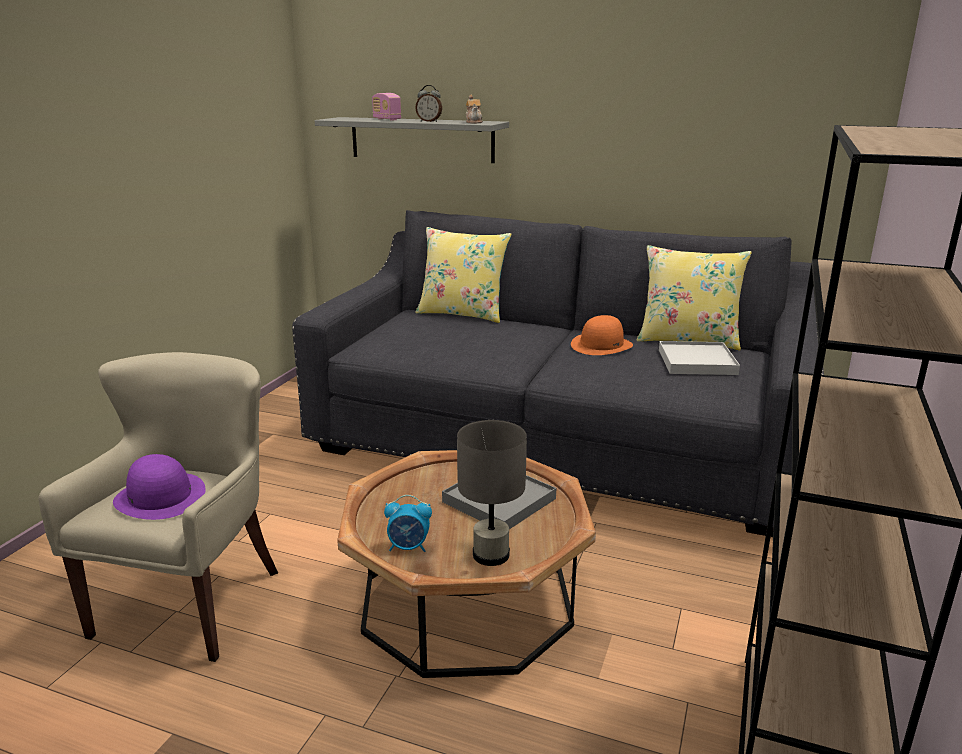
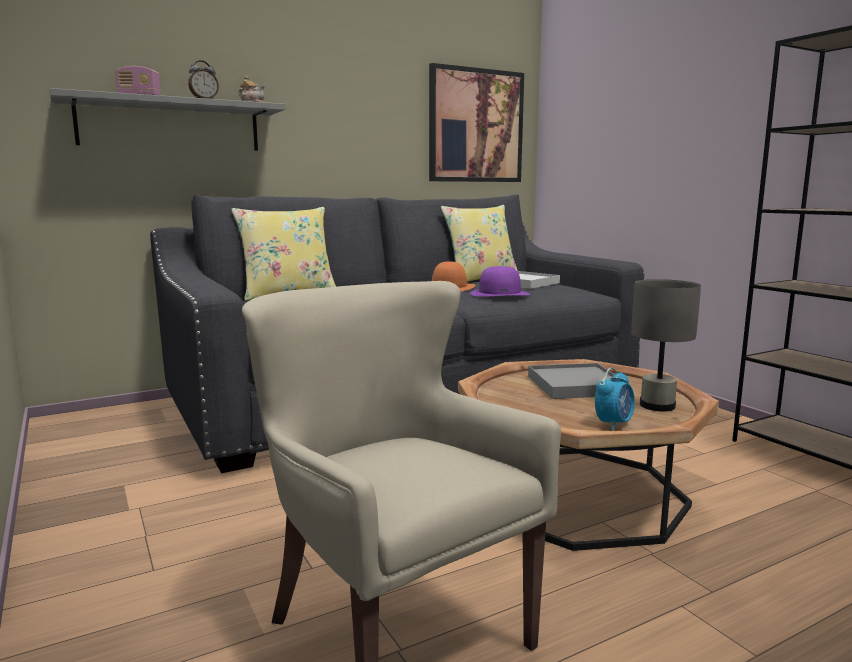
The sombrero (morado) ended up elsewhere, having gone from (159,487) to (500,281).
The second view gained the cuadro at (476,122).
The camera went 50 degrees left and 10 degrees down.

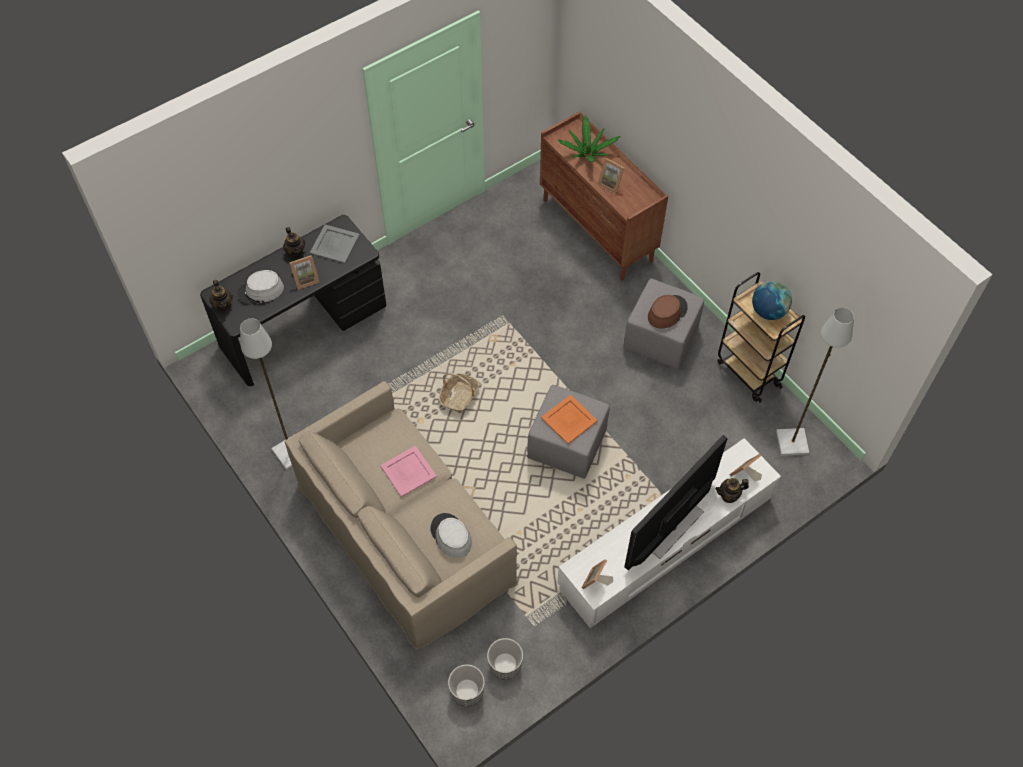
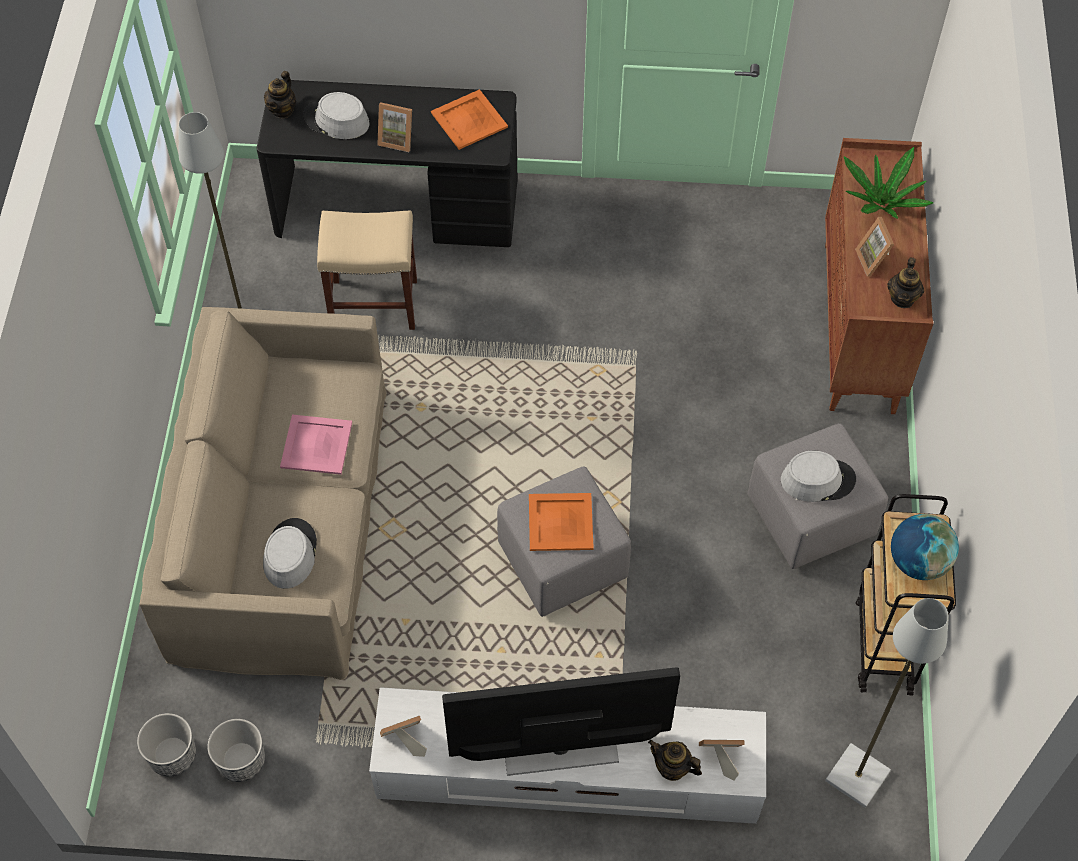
The tetera ended up elsewhere, having gone from (294,242) to (905,282).
What was the bandeja (gris) at (335,244) turned into the bandeja (naranja) at (469,119).
The second view lost the cesta at (459,393).
What was the sombrero (marrón) at (668,312) turned into the sombrero (gris) at (818,476).
The second view gained the taburete (beis) at (367,270).
The camera went 40 degrees right and 0 degrees up.

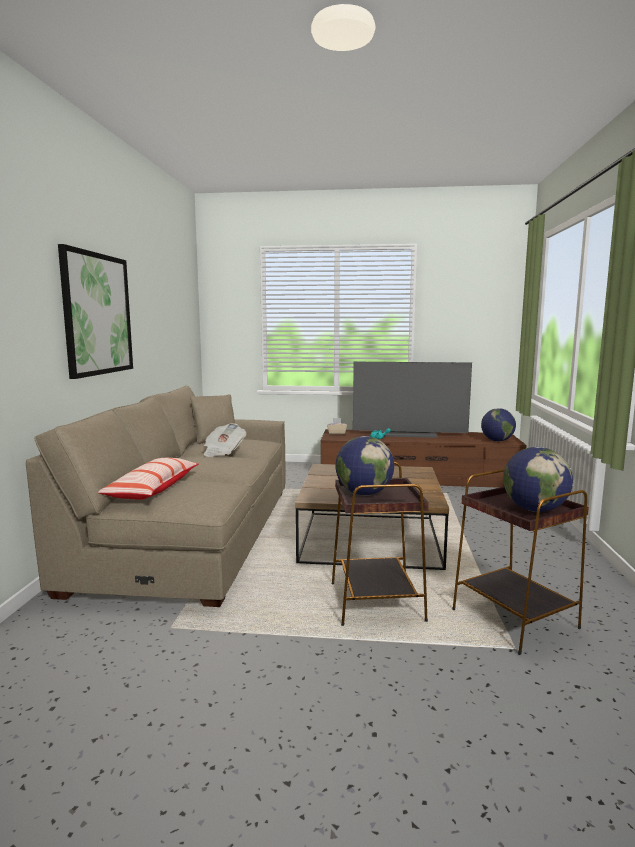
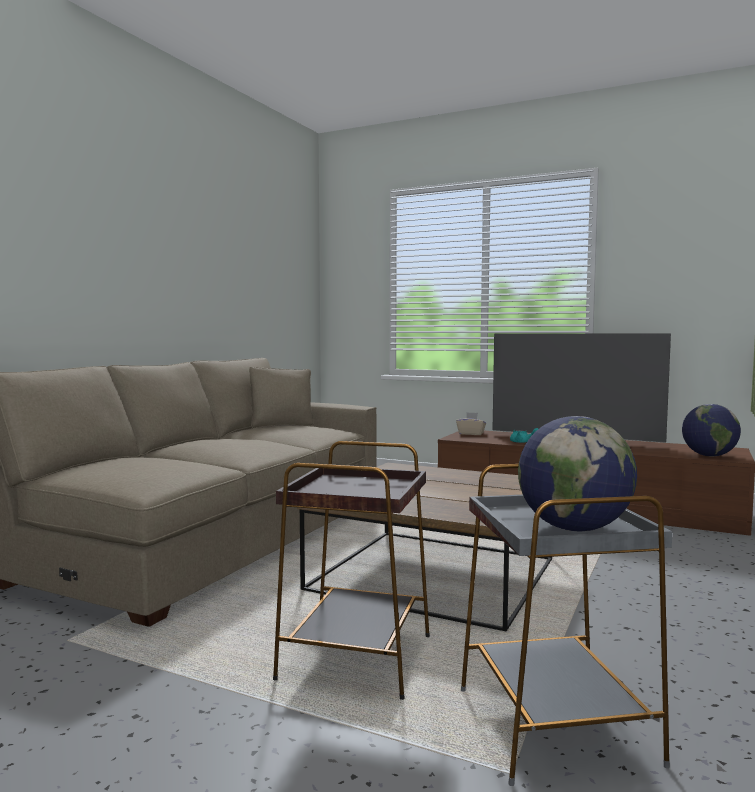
The second view lost the cuadro at (95,311).
The second view lost the cojín at (148,479).
The second view lost the periódico at (225,440).
The second view lost the globo terráqueo at (364,465).
What was the mesa auxiliar (marrón) at (520,562) turned into the mesa auxiliar (gris) at (566,625).
The camera went 20 degrees right and 5 degrees down.

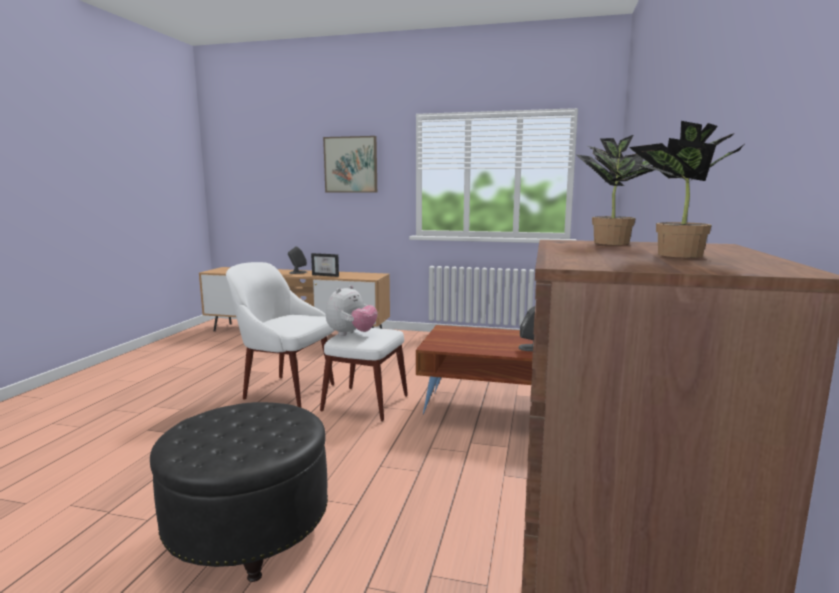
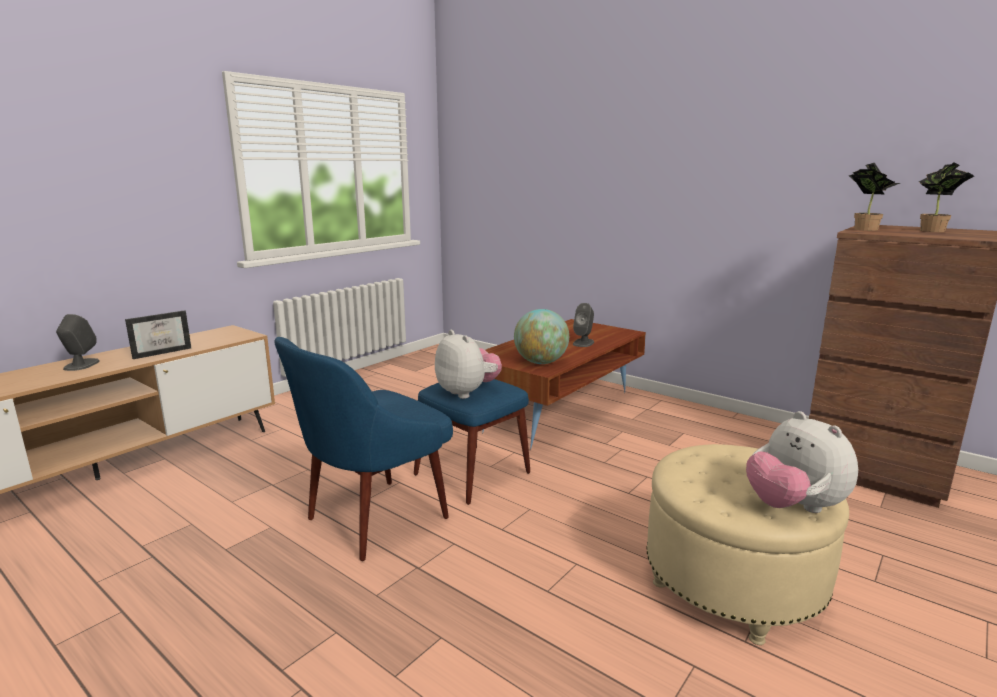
What was the puf (negro) at (239,492) turned into the puf (beis) at (747,544).
What was the sillón (blanco) at (317,342) turned into the sillón (azul) at (402,449).
The second view lost the cuadro at (350,164).
The second view gained the globo terráqueo at (541,336).
The second view gained the peluche at (802,462).
The camera went 65 degrees left and 5 degrees up.

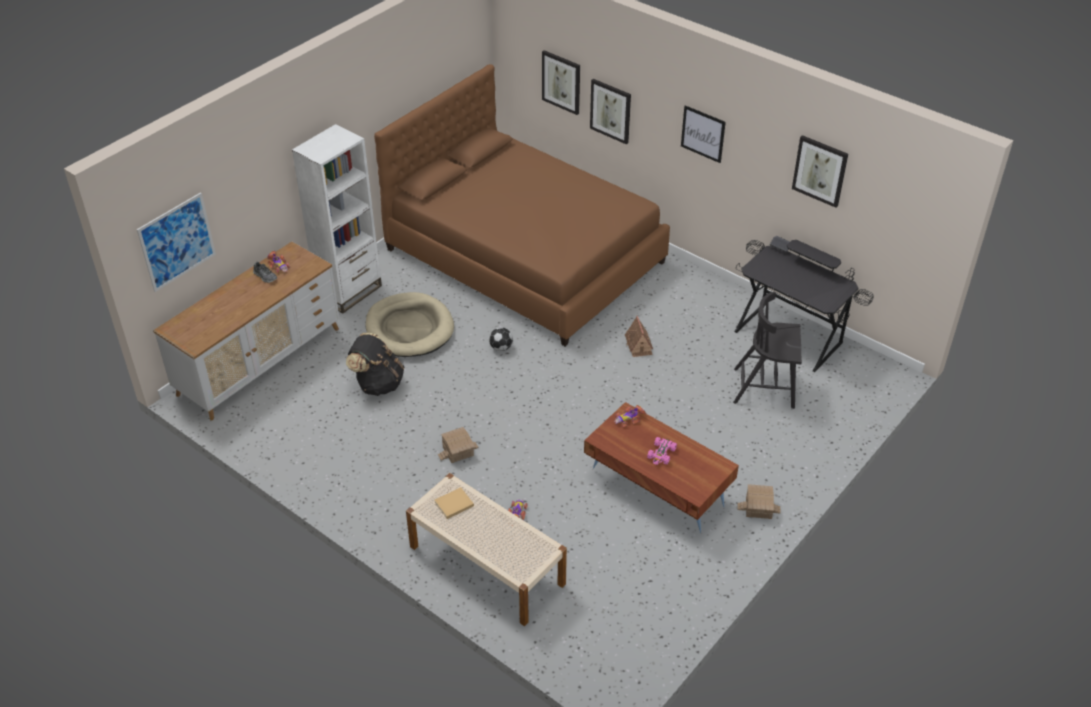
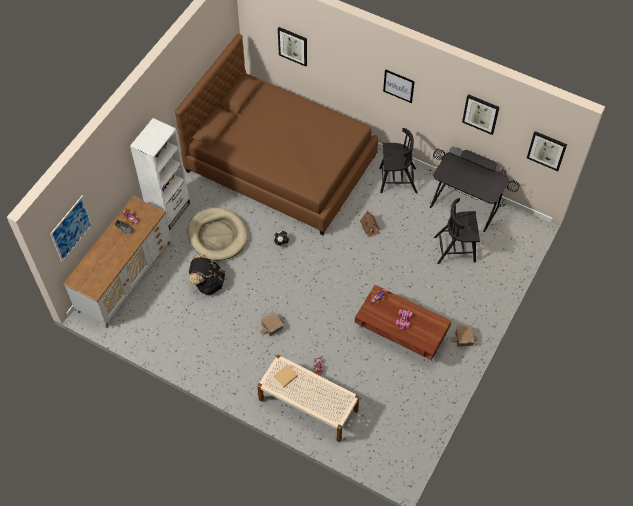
The cuadro ended up elsewhere, having gone from (610,111) to (547,151).
The second view gained the silla (negro) at (398,160).
The camera went 10 degrees left and 15 degrees up.

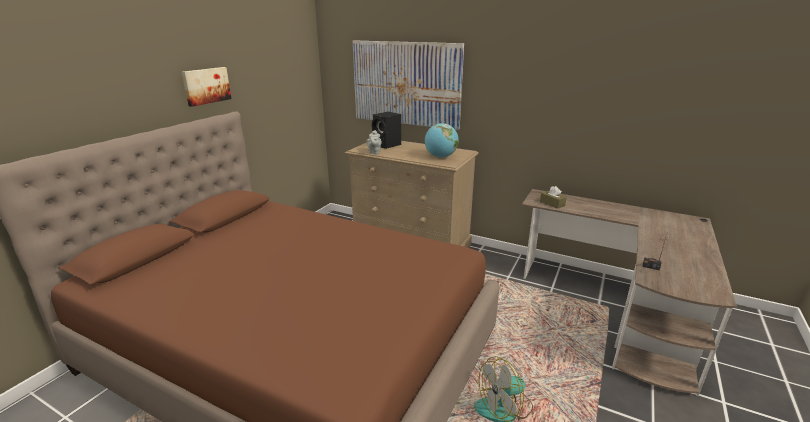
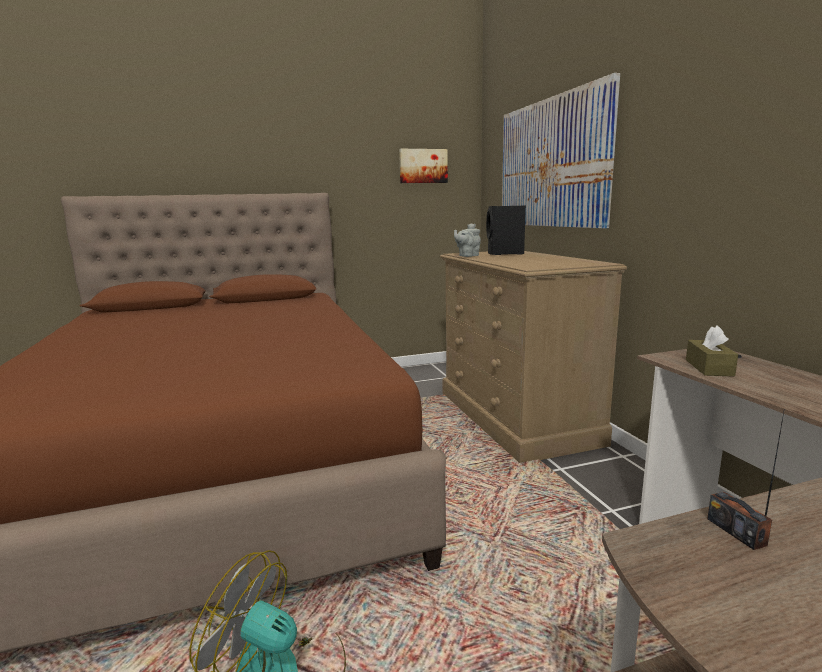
The cuadro ended up elsewhere, having gone from (207,87) to (423,166).
The second view lost the globo terráqueo at (442,140).
The camera went 45 degrees right and 10 degrees down.

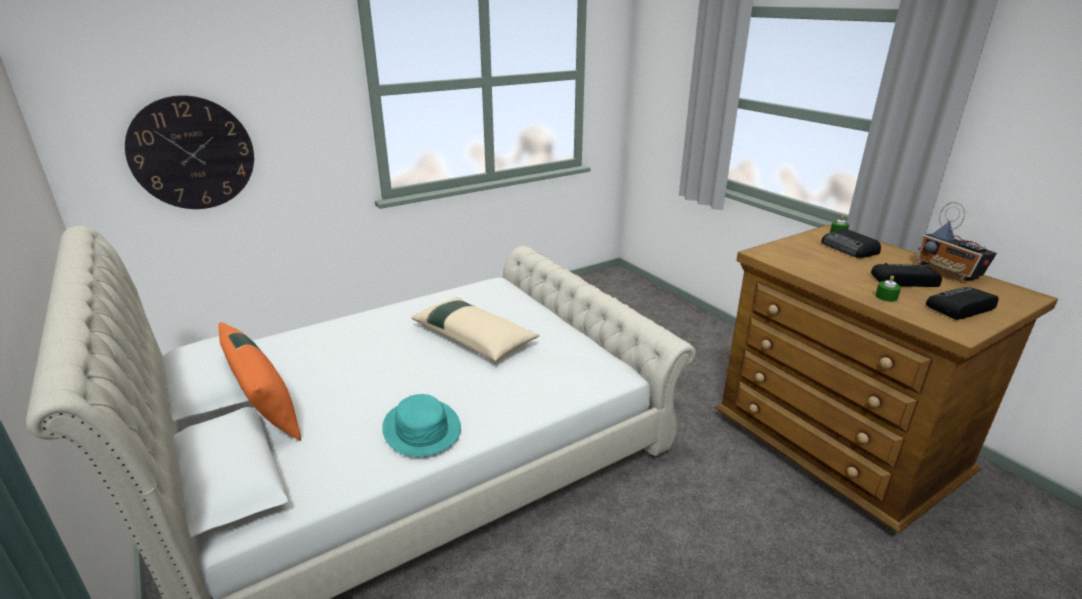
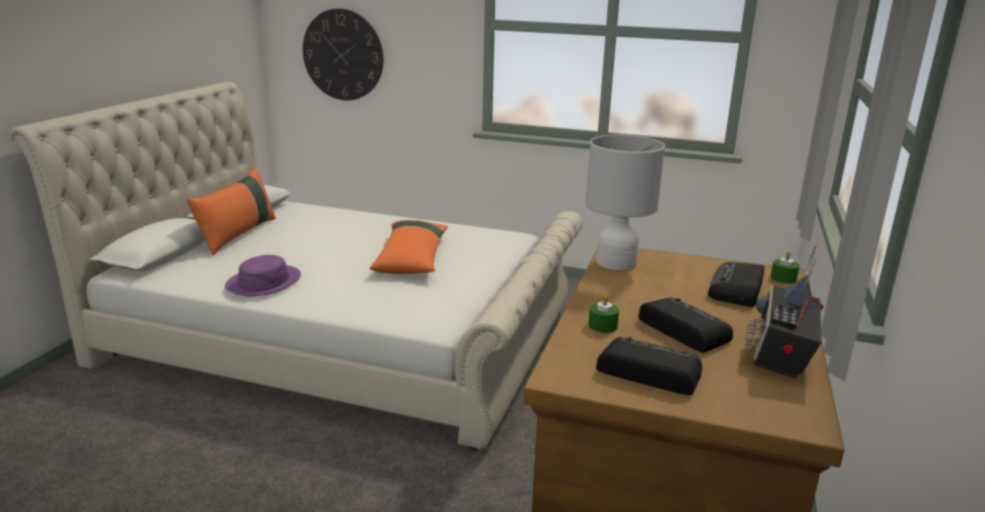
What was the sombrero (turquesa) at (421,425) turned into the sombrero (morado) at (263,276).
What was the cojín (beis) at (475,329) turned into the cojín (naranja) at (409,247).
The second view gained the lámpara de mesa (gris) at (625,202).
The camera went 50 degrees right and 5 degrees down.

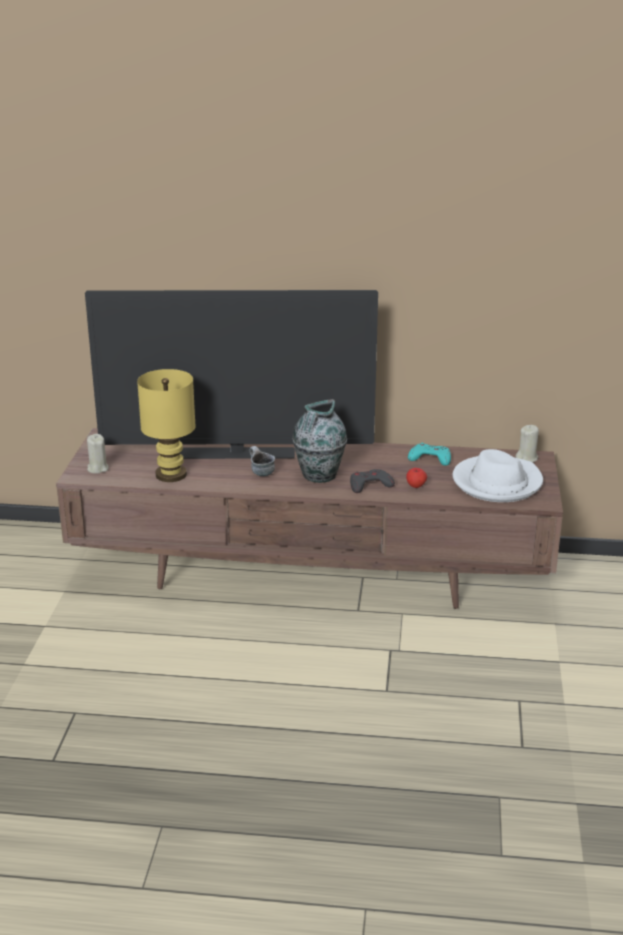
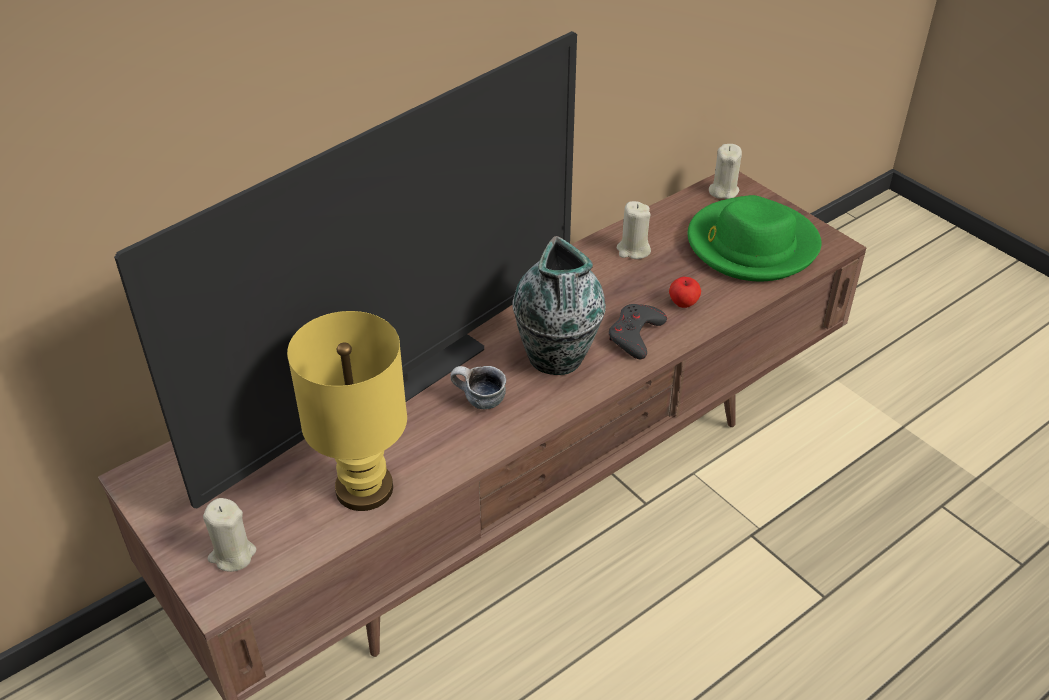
Where the mando de consola (turquesa) stood at (429,454), the vela (beis) came to stand at (634,230).
What was the sombrero (blanco) at (498,475) turned into the sombrero (verde) at (755,238).
The camera went 45 degrees left and 15 degrees up.

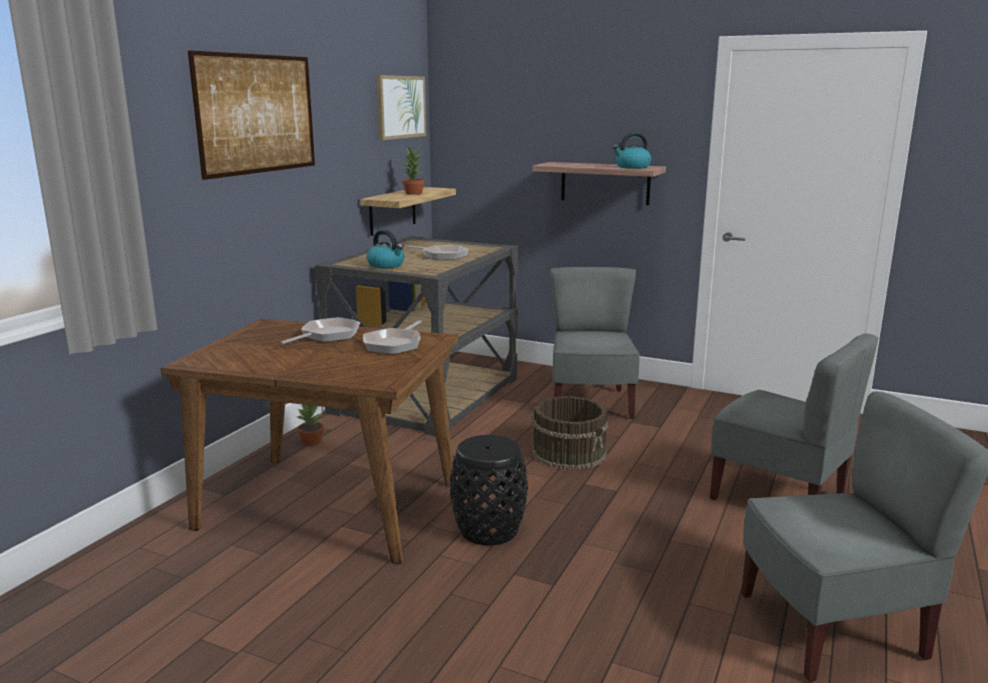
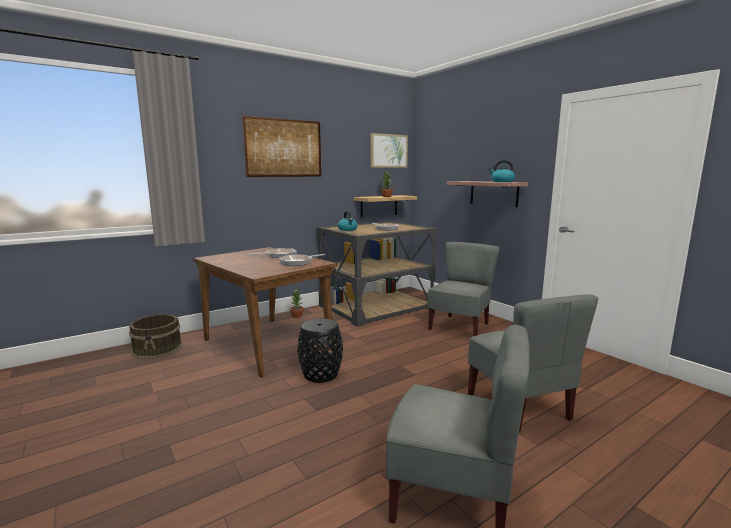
The cubo (marrón) ended up elsewhere, having gone from (570,433) to (155,336).
The camera went 30 degrees right and 5 degrees down.

